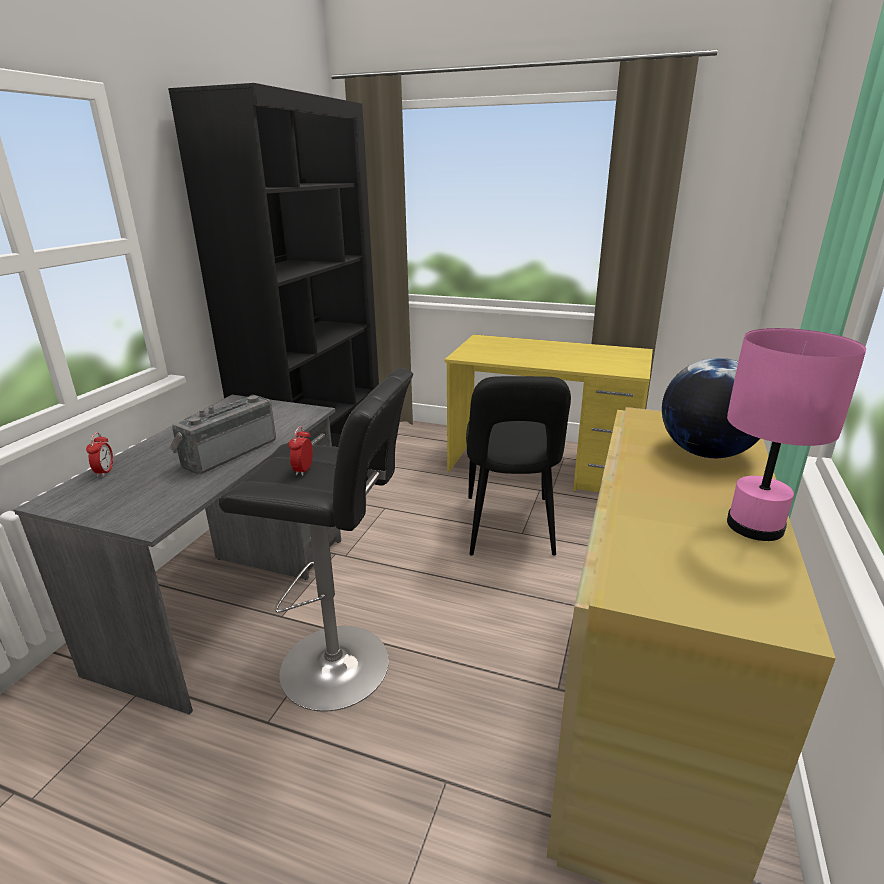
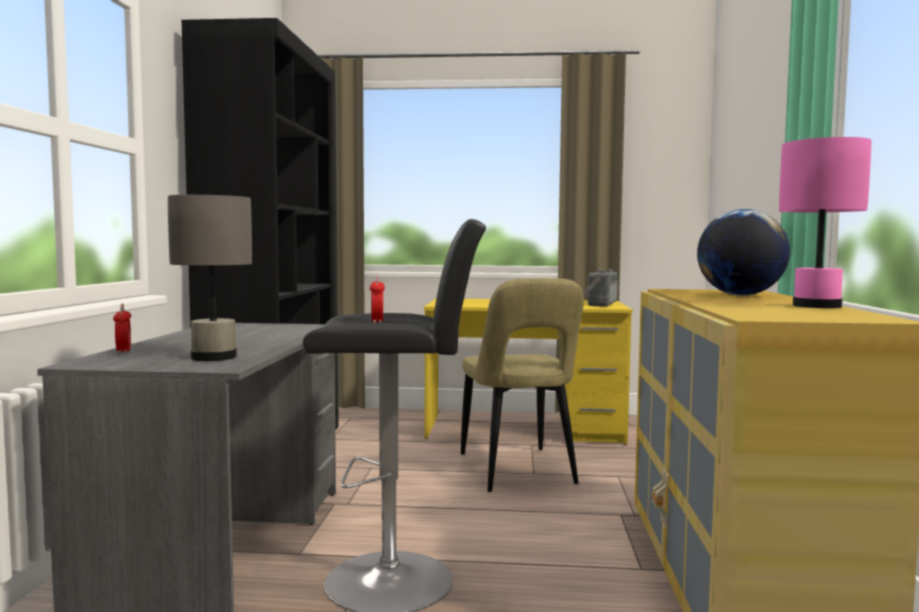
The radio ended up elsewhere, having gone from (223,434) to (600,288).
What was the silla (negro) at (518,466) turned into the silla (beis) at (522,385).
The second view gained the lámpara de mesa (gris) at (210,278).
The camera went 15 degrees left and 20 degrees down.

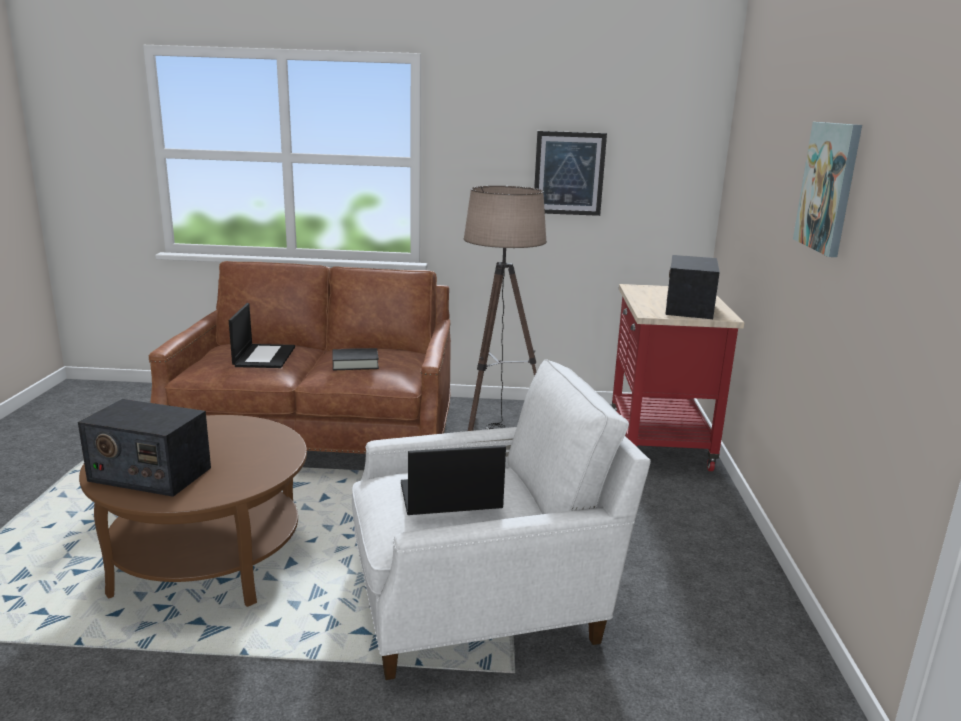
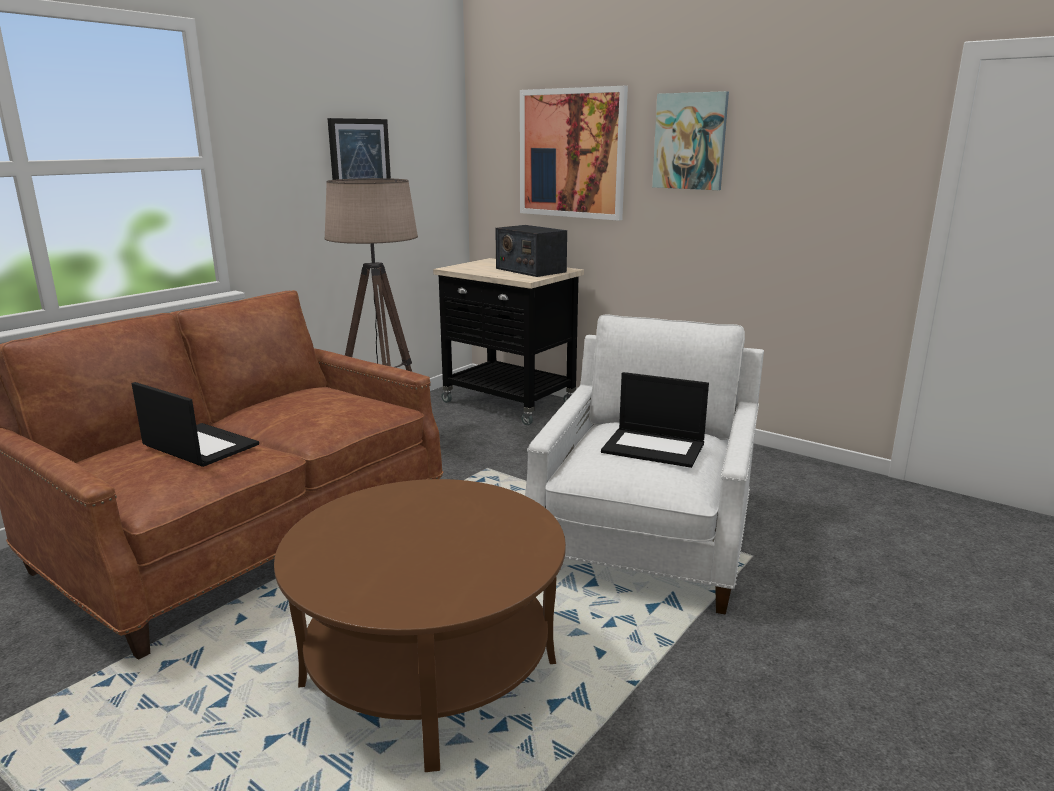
The second view lost the radio at (144,448).
The second view lost the libro (negro) at (355,359).
The portátil at (453,480) ended up facing another way, 90 degrees counterclockwise from before.
What was the carrito (rojo) at (678,377) turned into the carrito (negro) at (508,341).
The second view gained the cuadro at (574,153).
The camera went 55 degrees left and 0 degrees up.

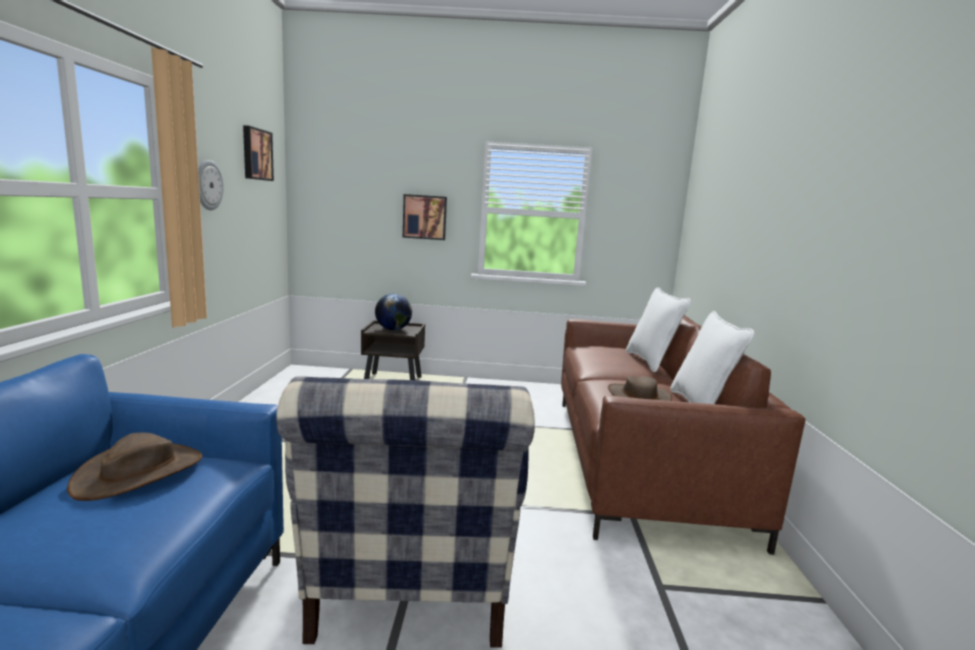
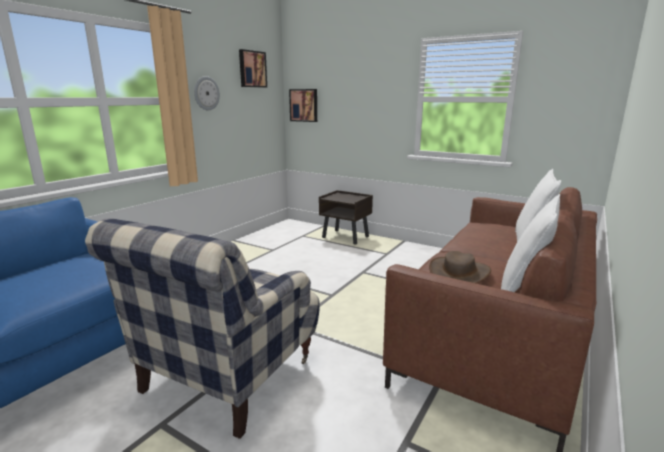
The second view lost the sombrero (marrón) at (134,467).
The second view lost the globo terráqueo at (393,312).
The cuadro ended up elsewhere, having gone from (425,217) to (303,105).
The camera went 30 degrees right and 5 degrees up.

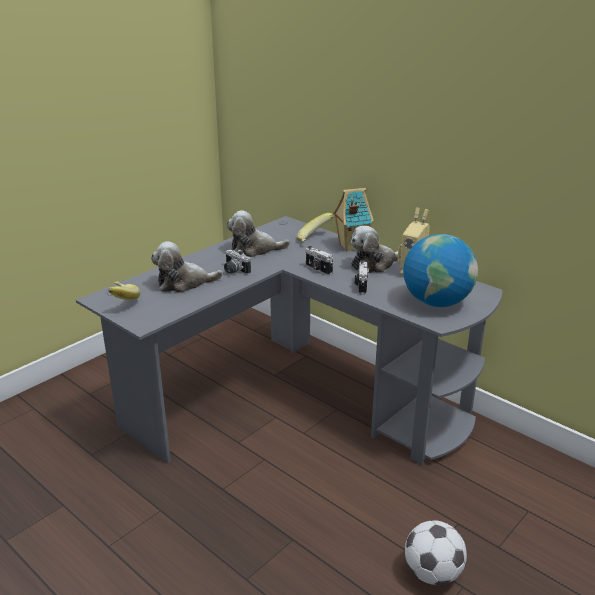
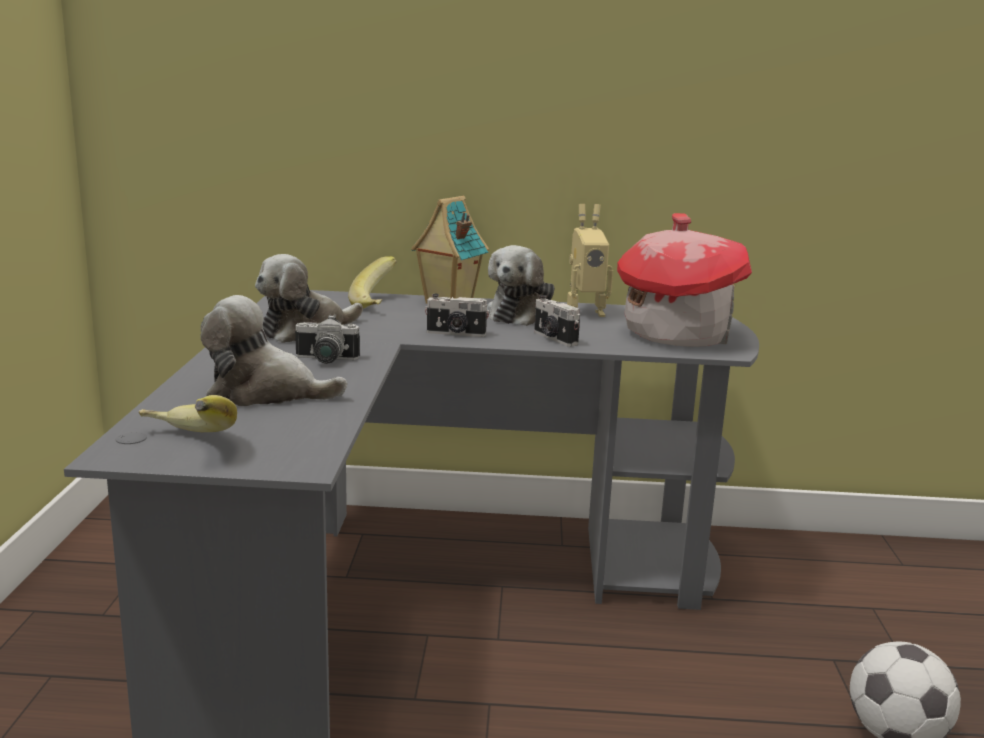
The peluche at (187,267) ended up facing another way, 60 degrees clockwise from before.
Where the globo terráqueo stood at (440,270), the casita came to stand at (684,280).
The camera went 40 degrees left and 10 degrees down.

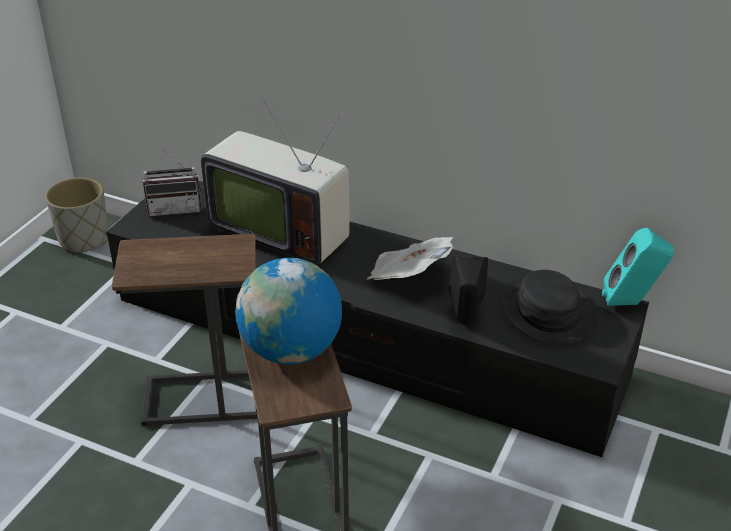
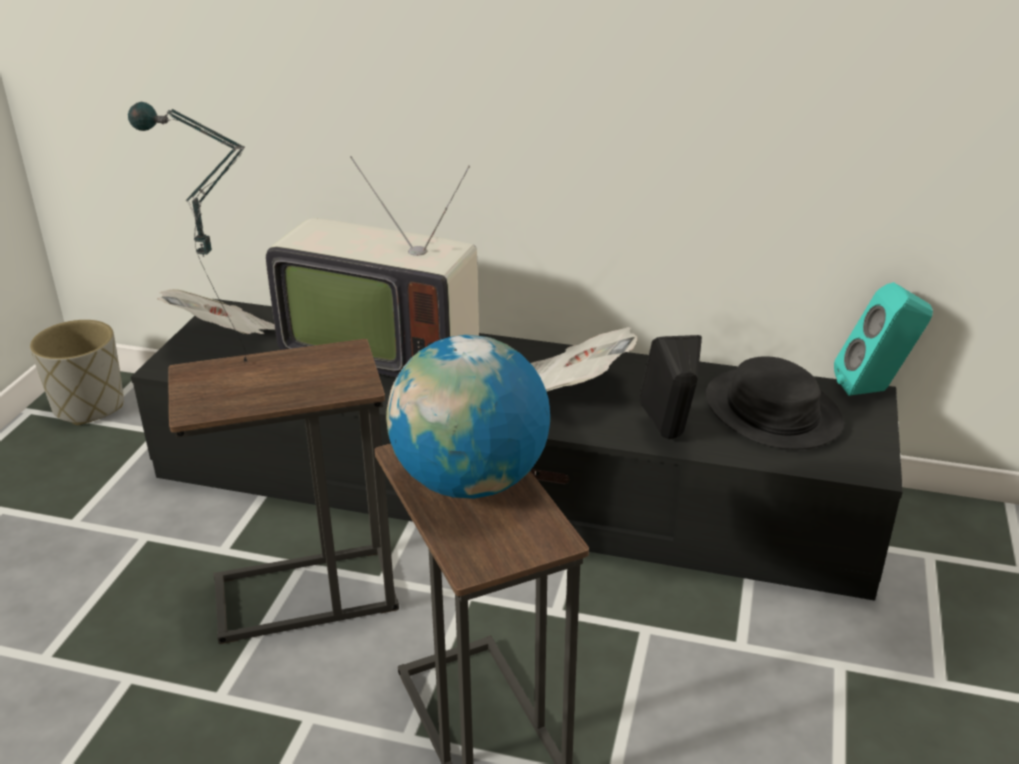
Where the radio stood at (172,182), the periódico came to stand at (216,311).
The second view gained the lámpara de mesa at (187,231).
The camera went 10 degrees left and 5 degrees down.

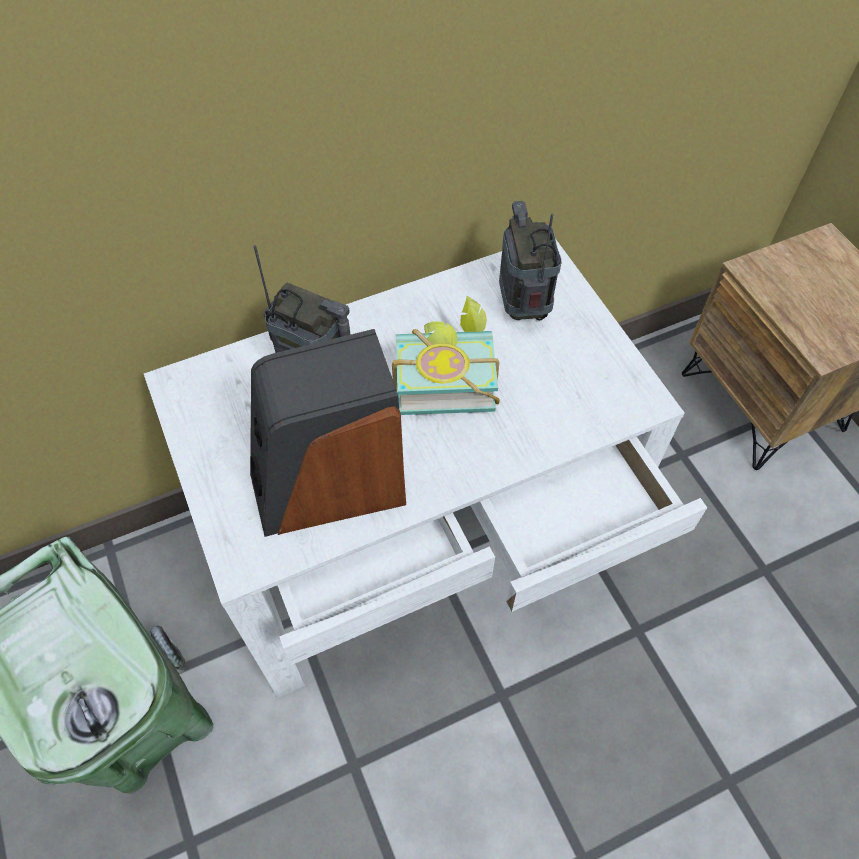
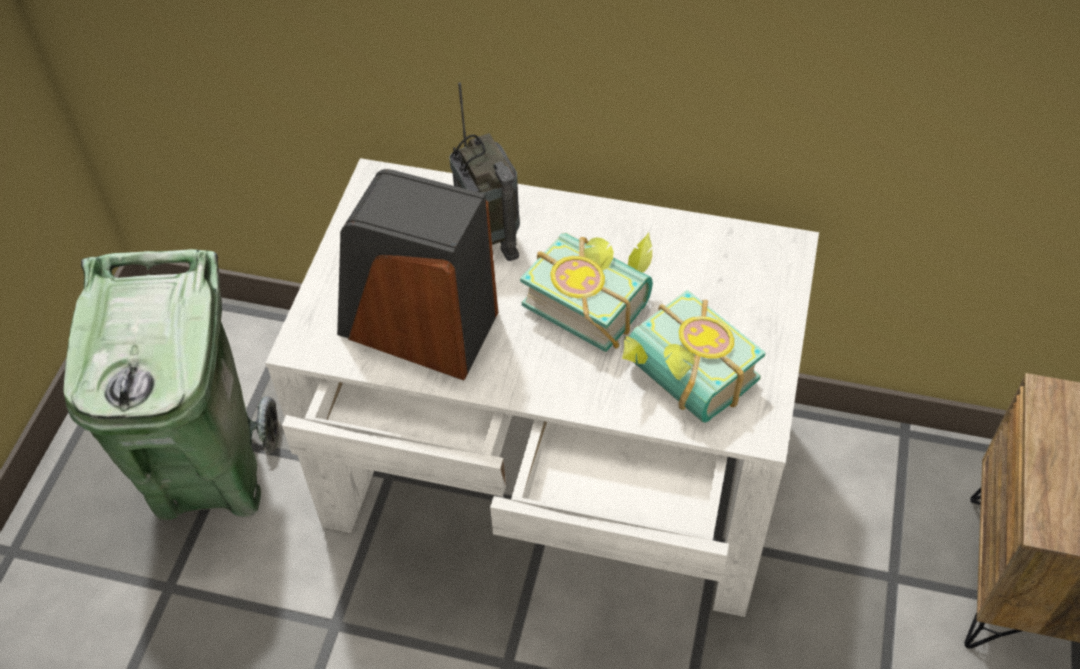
The second view lost the radio at (530,260).
The second view gained the libro at (694,356).
The camera went 40 degrees right and 5 degrees down.

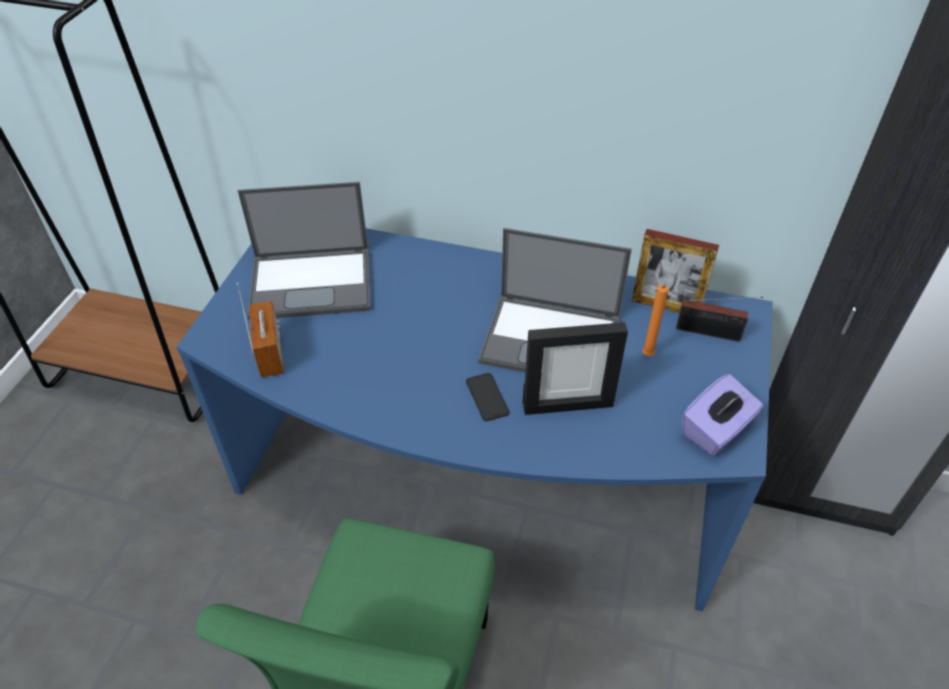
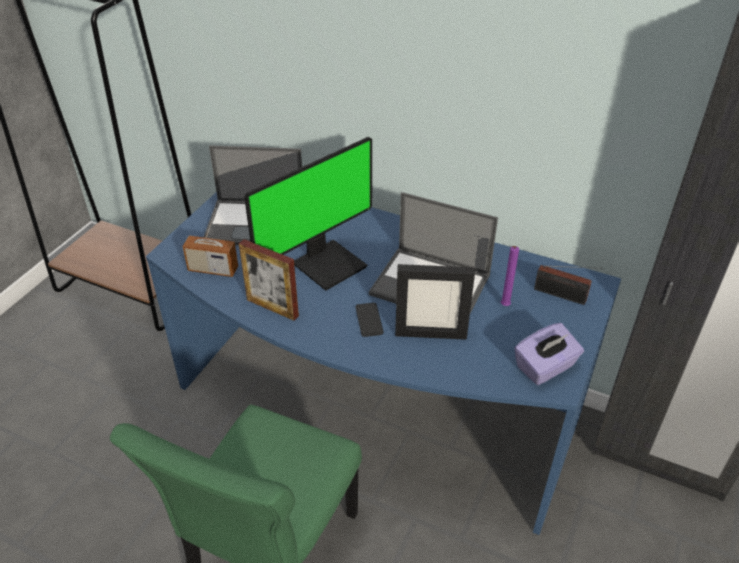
The radio at (260,329) ended up facing another way, 105 degrees clockwise from before.
The portarretratos ended up elsewhere, having gone from (675,271) to (269,280).
What was the vela (naranja) at (655,320) turned into the vela (morado) at (510,276).
The second view gained the monitor at (308,214).
The camera went 10 degrees right and 5 degrees down.

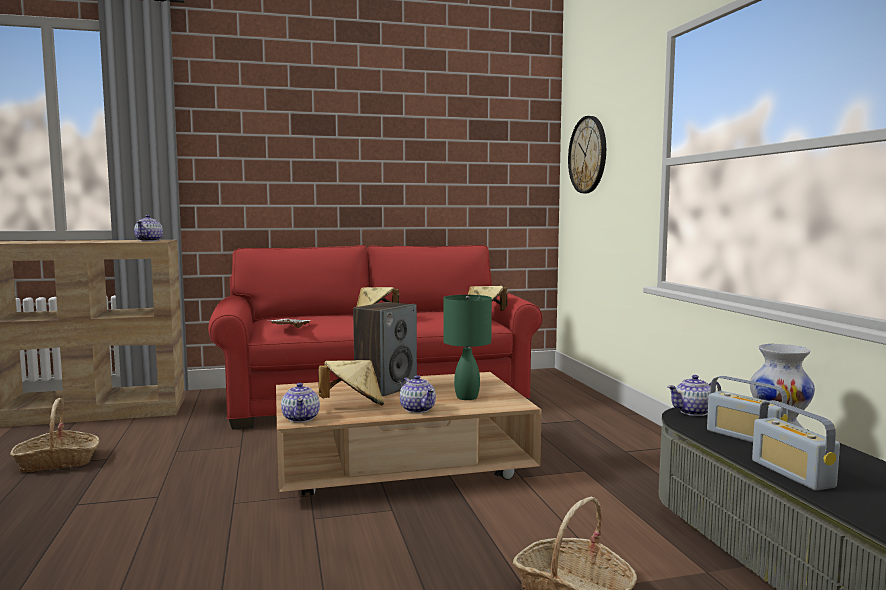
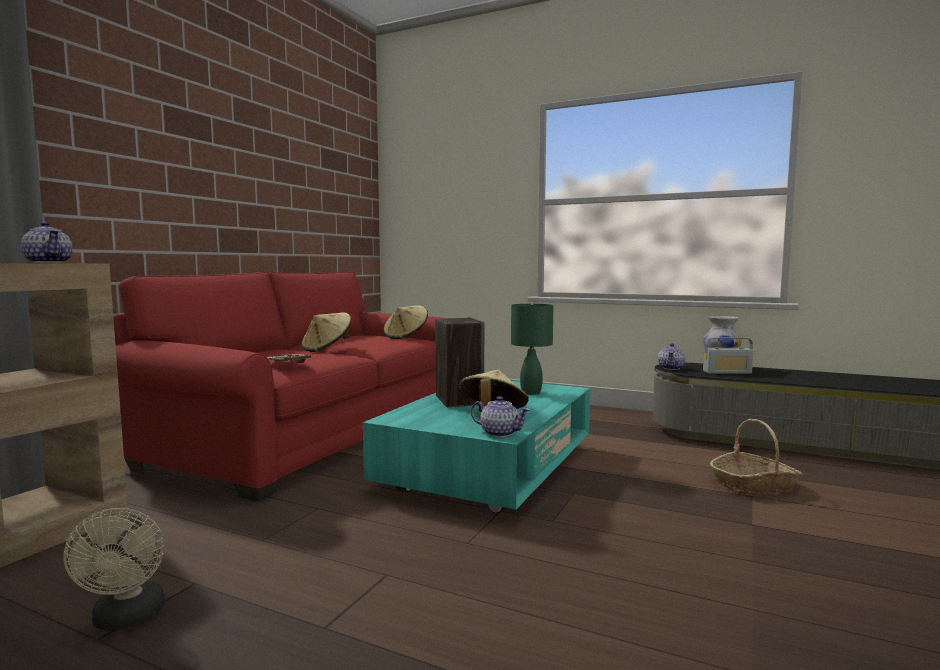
Where the cesta stood at (54,435), the ventilador (beis) came to stand at (114,569).
What was the mesa de centro (marrón) at (409,434) turned into the mesa de centro (turquesa) at (476,447).
The second view lost the tetera at (418,394).
The second view lost the reloj de pared at (587,154).
The second view lost the radio at (796,445).
The camera went 50 degrees left and 0 degrees up.

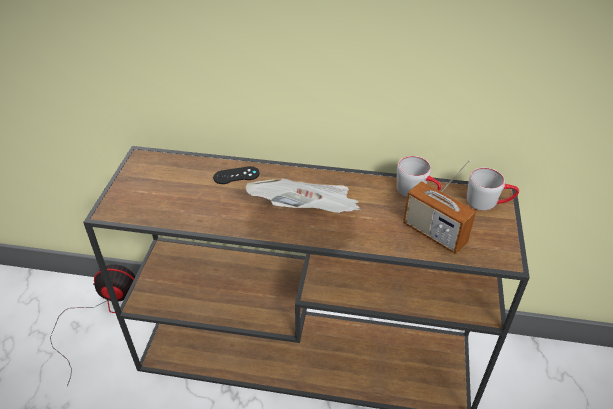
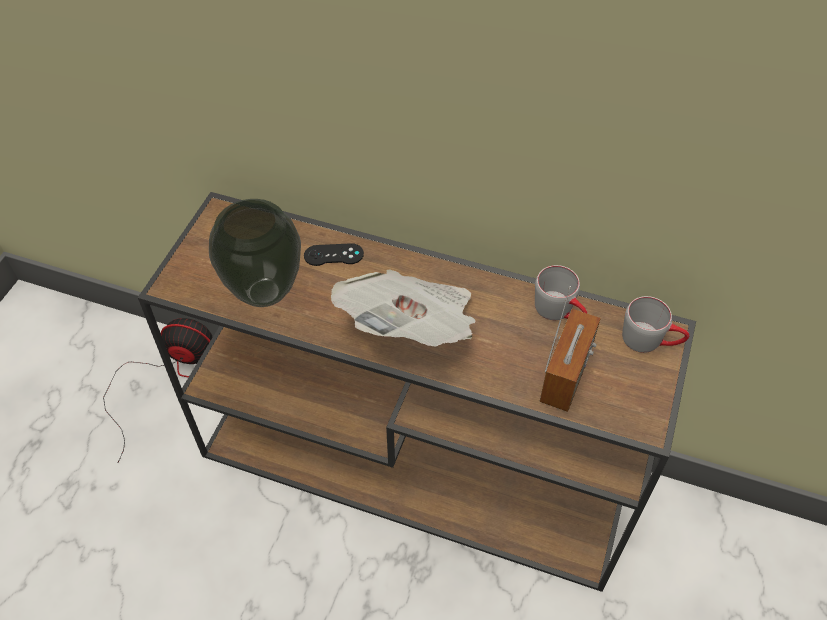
The radio at (439,207) ended up facing another way, 120 degrees counterclockwise from before.
The second view gained the florero at (255,253).
The camera went 10 degrees right and 10 degrees up.

